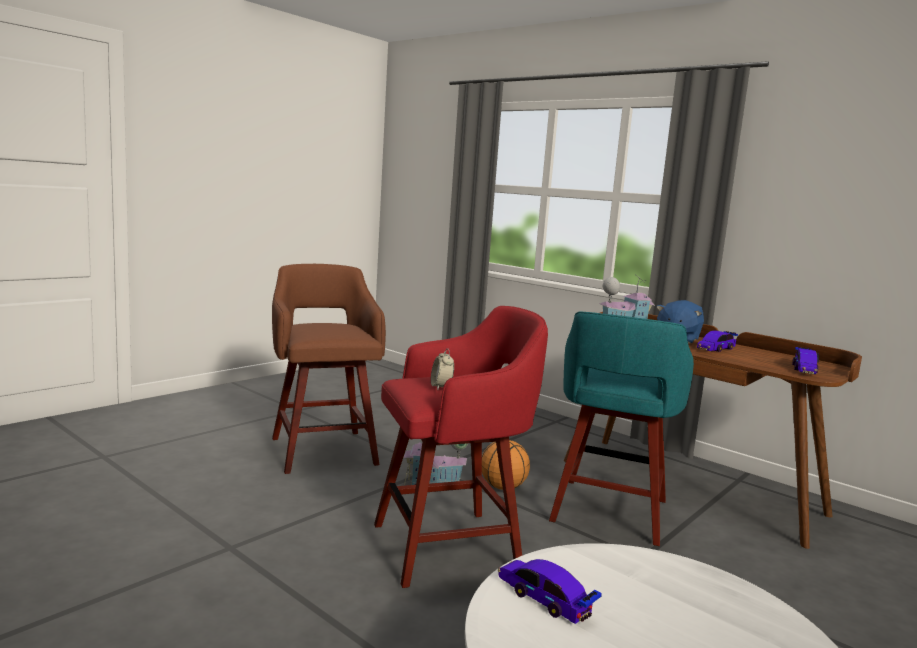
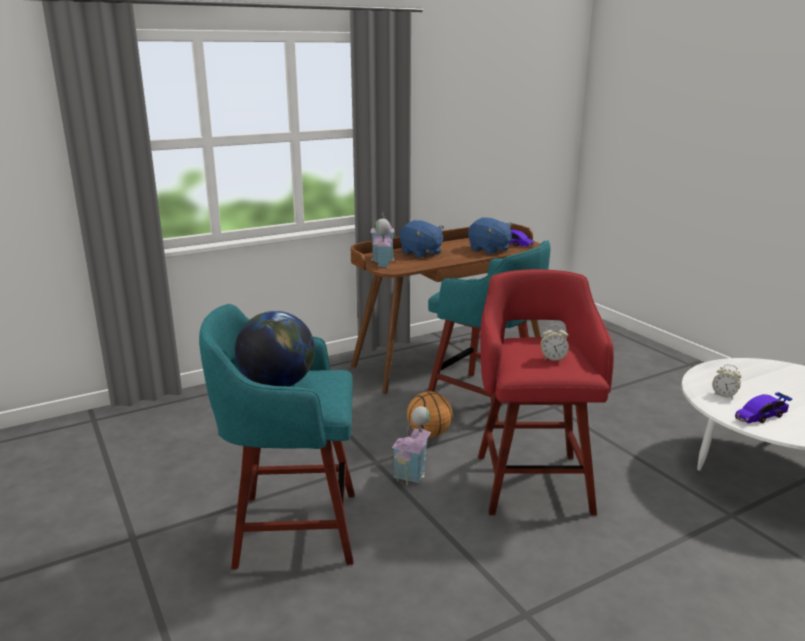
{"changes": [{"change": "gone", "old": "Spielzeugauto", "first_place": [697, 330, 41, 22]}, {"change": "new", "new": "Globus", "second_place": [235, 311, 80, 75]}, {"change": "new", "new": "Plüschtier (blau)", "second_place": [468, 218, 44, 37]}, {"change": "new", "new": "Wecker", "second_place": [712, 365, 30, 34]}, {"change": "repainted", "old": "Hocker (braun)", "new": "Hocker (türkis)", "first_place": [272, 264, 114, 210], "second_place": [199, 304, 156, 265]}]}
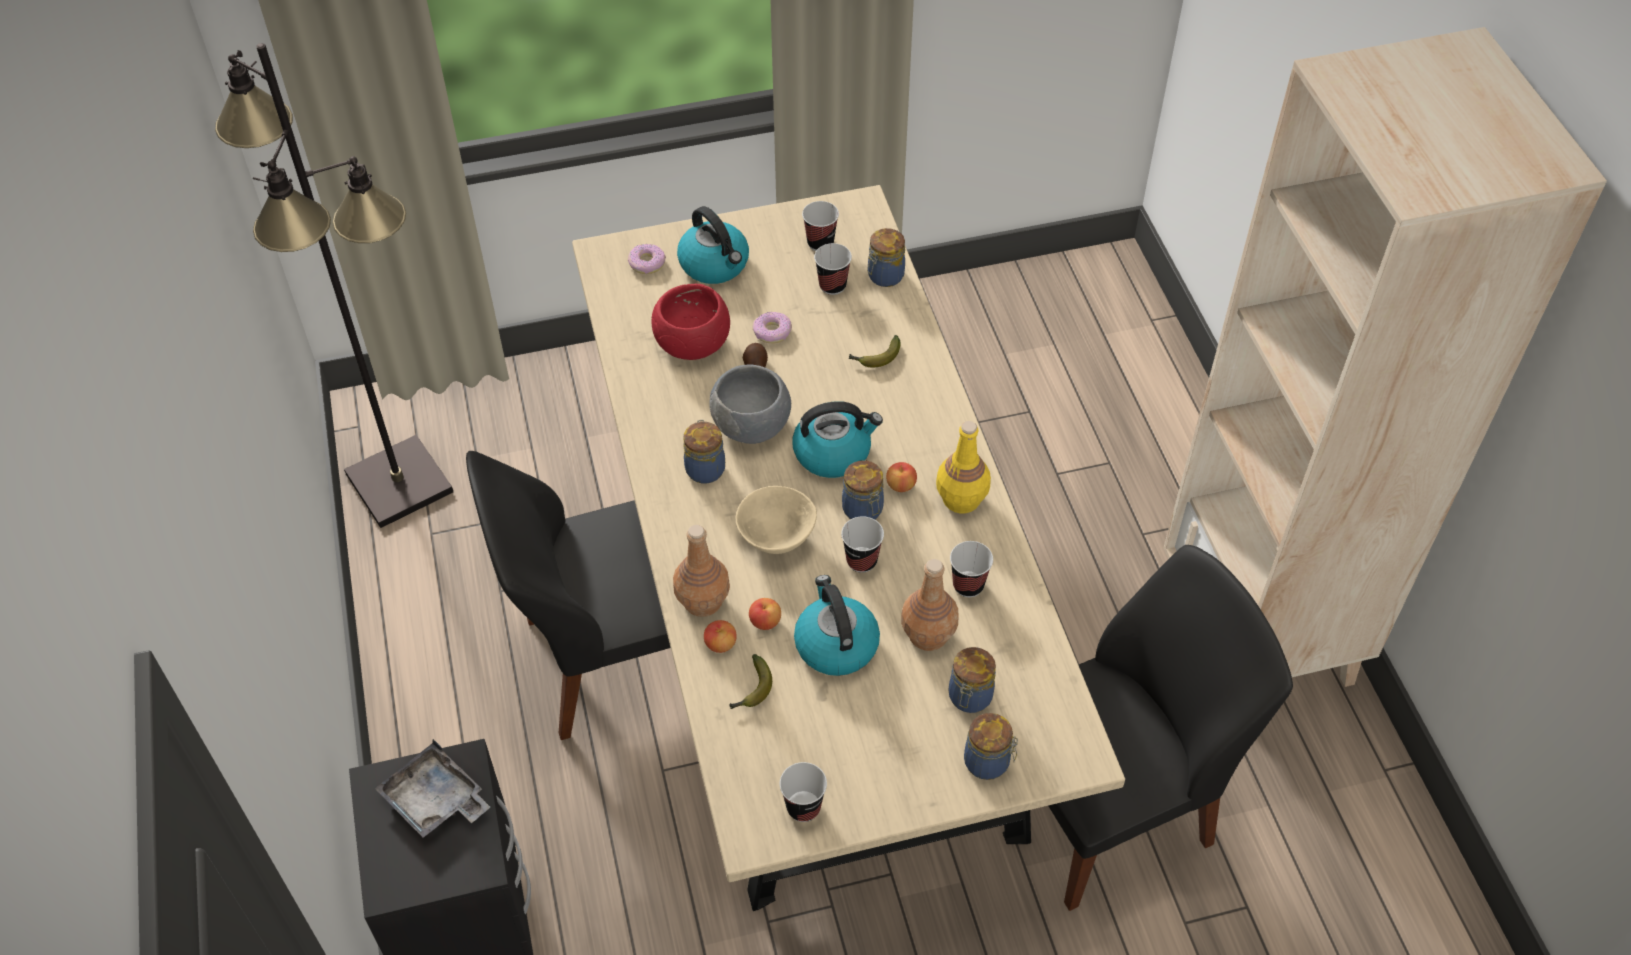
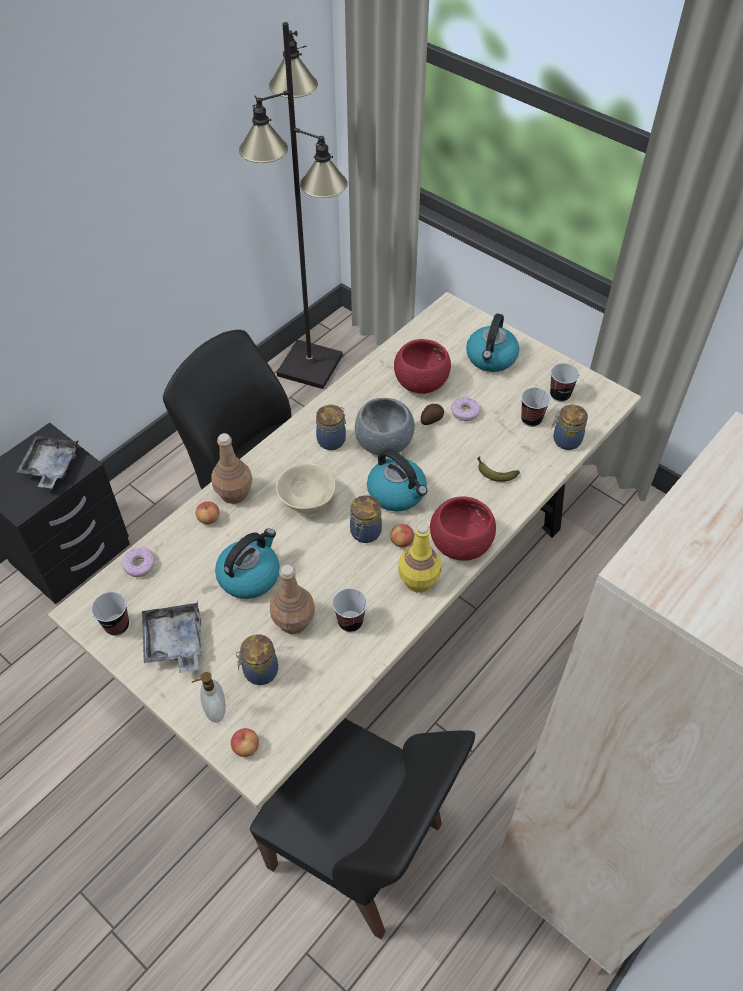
{"changes": [{"change": "gone", "old": "Banane", "first_place": [729, 654, 43, 55]}, {"change": "gone", "old": "Tasse", "first_place": [841, 516, 43, 57]}, {"change": "new", "new": "Tablett (grau)", "second_place": [142, 601, 61, 72]}, {"change": "new", "new": "Schüssel (rot)", "second_place": [430, 497, 66, 64]}, {"change": "shifted", "old": "Donut", "first_place": [628, 244, 38, 30], "second_place": [122, 547, 33, 30]}, {"change": "shifted", "old": "Apfel", "first_place": [749, 598, 32, 32], "second_place": [231, 728, 28, 29]}, {"change": "swapped", "old": "Vorratsglas", "new": "Seifenspender", "first_place": [964, 713, 54, 67], "second_place": [192, 672, 34, 51]}]}
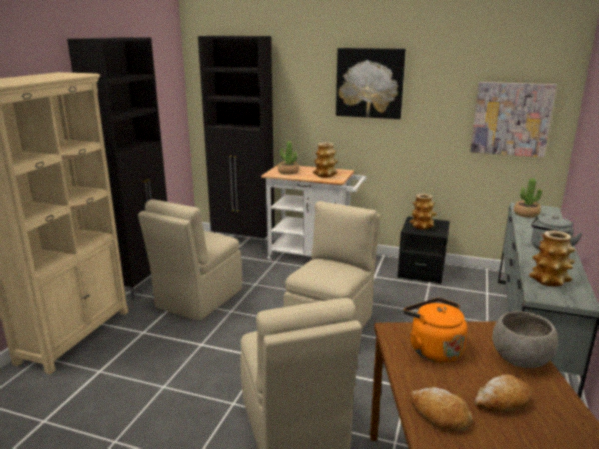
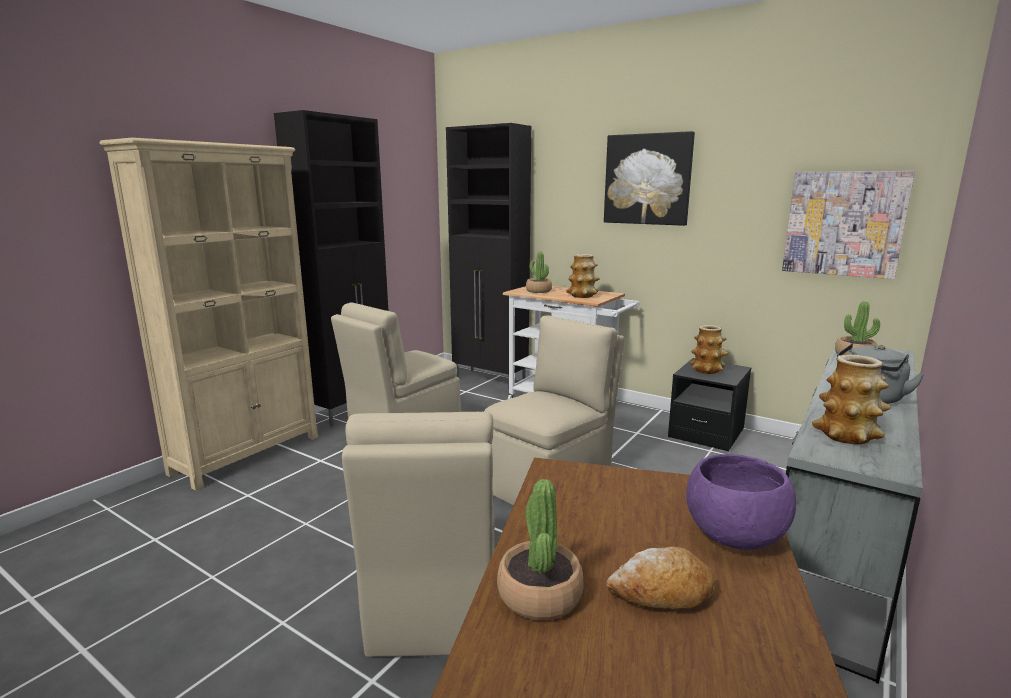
{"changes": [{"change": "gone", "old": "Wasserkessel (orange)", "first_place": [404, 298, 63, 65]}, {"change": "swapped", "old": "Brot", "new": "Topfpflanze", "first_place": [411, 387, 61, 44], "second_place": [497, 479, 86, 141]}, {"change": "repainted", "old": "Schüssel (grau)", "new": "Schüssel (lila)", "first_place": [492, 311, 66, 57], "second_place": [686, 454, 110, 96]}]}
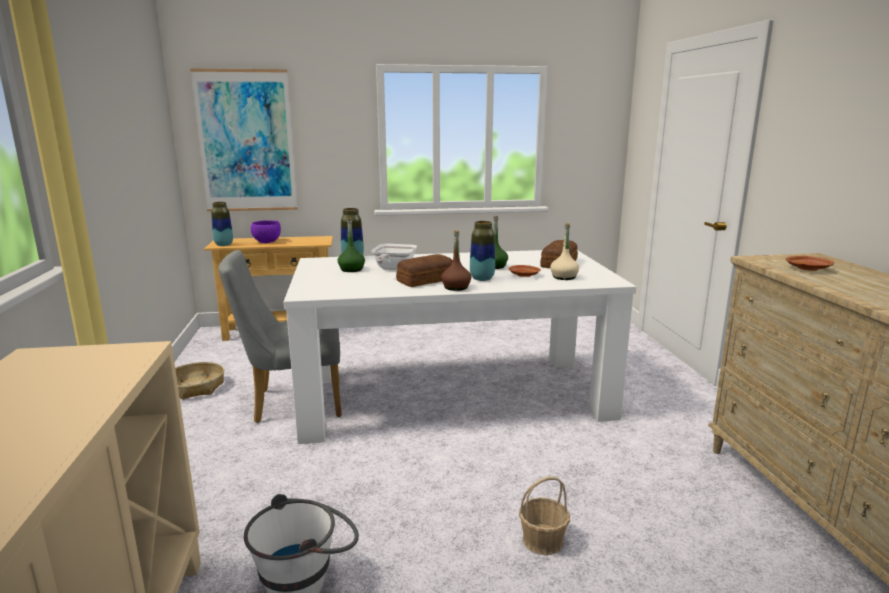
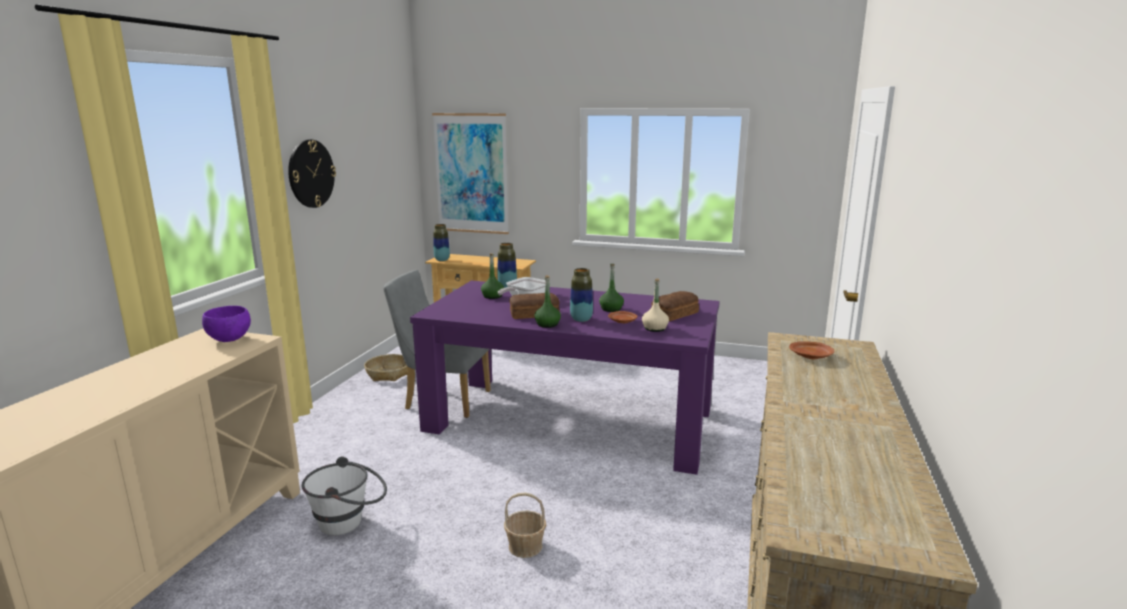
{"changes": [{"change": "new", "new": "Wanduhr", "second_place": [288, 139, 48, 69]}, {"change": "shifted", "old": "Schüssel (lila)", "first_place": [251, 220, 30, 23], "second_place": [202, 306, 49, 36]}, {"change": "repainted", "old": "Esstisch (weiß)", "new": "Esstisch (lila)", "first_place": [284, 250, 352, 194], "second_place": [410, 281, 310, 194]}, {"change": "repainted", "old": "Flasche (braun)", "new": "Flasche (grün)", "first_place": [441, 230, 30, 61], "second_place": [534, 275, 27, 53]}]}
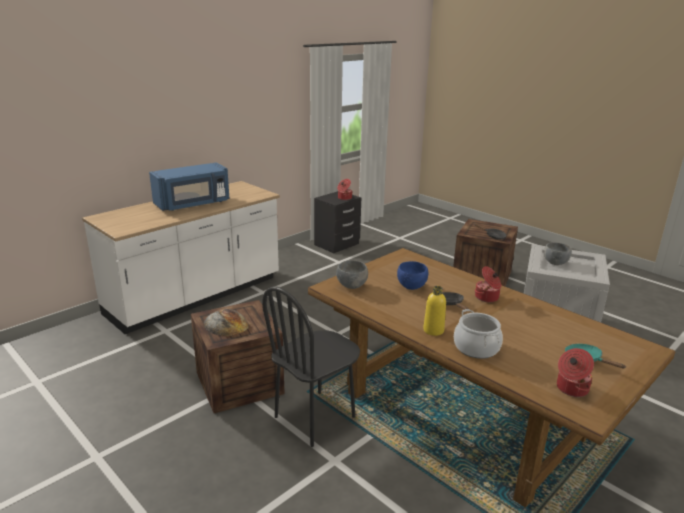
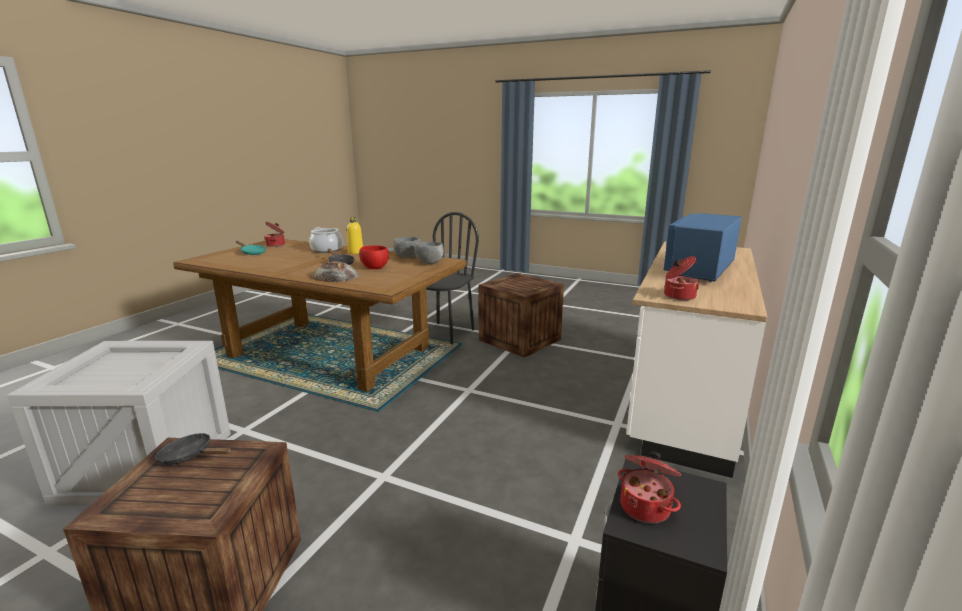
{"changes": [{"change": "shifted", "old": "Brot", "first_place": [204, 309, 45, 27], "second_place": [311, 261, 49, 21]}, {"change": "shifted", "old": "Kochtopf", "first_place": [475, 266, 27, 36], "second_place": [664, 256, 35, 44]}, {"change": "shifted", "old": "Schüssel (grau)", "first_place": [544, 242, 28, 23], "second_place": [393, 237, 27, 21]}, {"change": "repainted", "old": "Schüssel (blau)", "new": "Schüssel (rot)", "first_place": [397, 261, 31, 29], "second_place": [359, 245, 30, 24]}]}
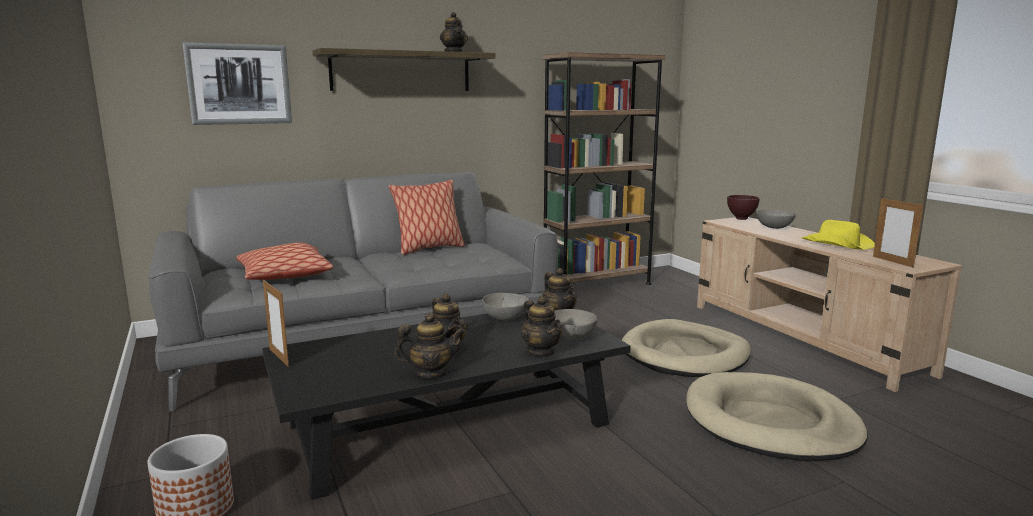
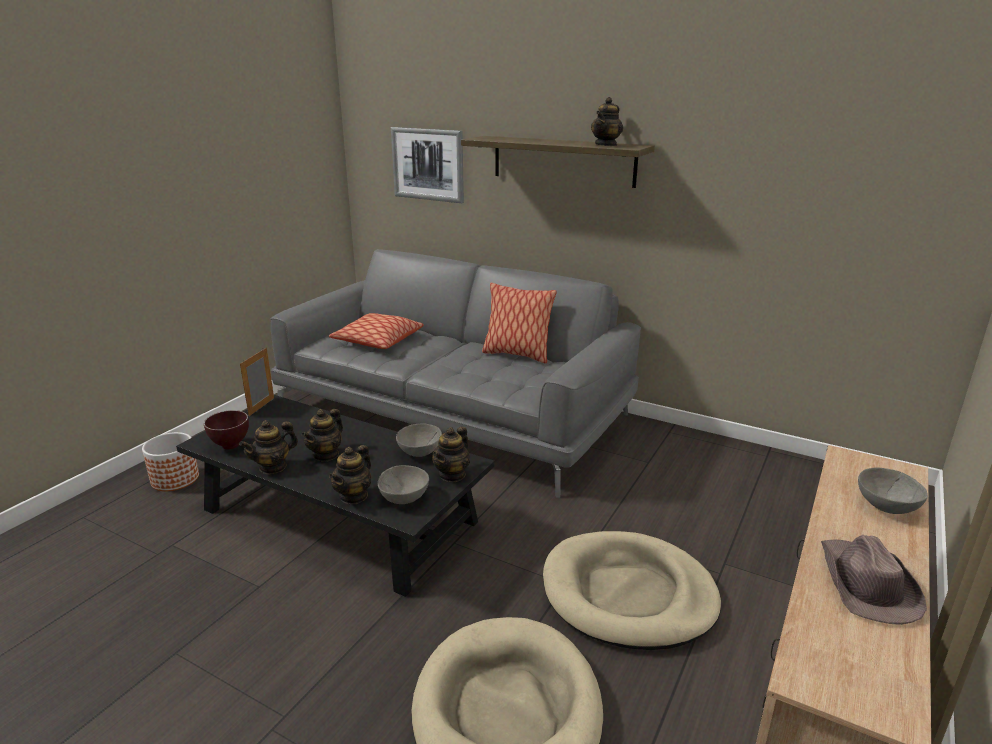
{"changes": [{"change": "gone", "old": "Bücherregal (braun)", "first_place": [542, 52, 123, 233]}, {"change": "gone", "old": "Bilderrahmen", "first_place": [873, 198, 50, 70]}, {"change": "shifted", "old": "Schüssel (braun)", "first_place": [727, 195, 33, 25], "second_place": [204, 410, 45, 40]}, {"change": "repainted", "old": "Hut (gelb)", "new": "Hut (braun)", "first_place": [801, 220, 74, 30], "second_place": [821, 535, 106, 90]}, {"change": "rotated", "old": "Teekanne", "first_place": [394, 313, 71, 65], "second_place": [239, 420, 59, 55], "degrees": 90}]}
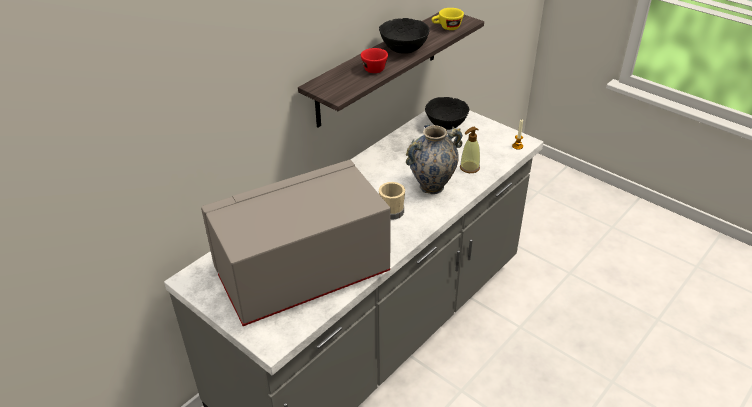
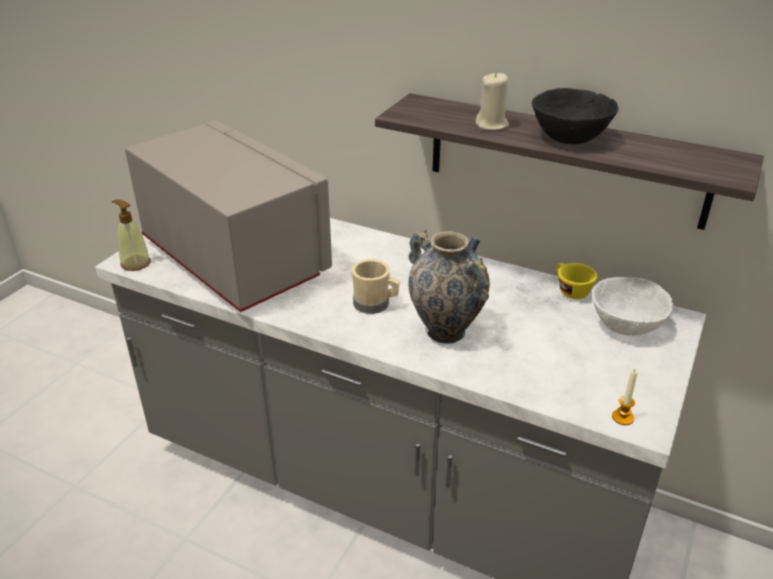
{"changes": [{"change": "shifted", "old": "Tasse (gelb)", "first_place": [432, 8, 32, 22], "second_place": [556, 263, 41, 36]}, {"change": "shifted", "old": "Seifenspender", "first_place": [460, 127, 20, 46], "second_place": [112, 199, 39, 72]}, {"change": "swapped", "old": "Tasse (rot)", "new": "Kerze (beige)", "first_place": [361, 48, 27, 25], "second_place": [475, 72, 34, 58]}, {"change": "repainted", "old": "Schüssel (schwarz)", "new": "Schüssel (weiß)", "first_place": [425, 97, 45, 33], "second_place": [592, 277, 81, 59]}]}
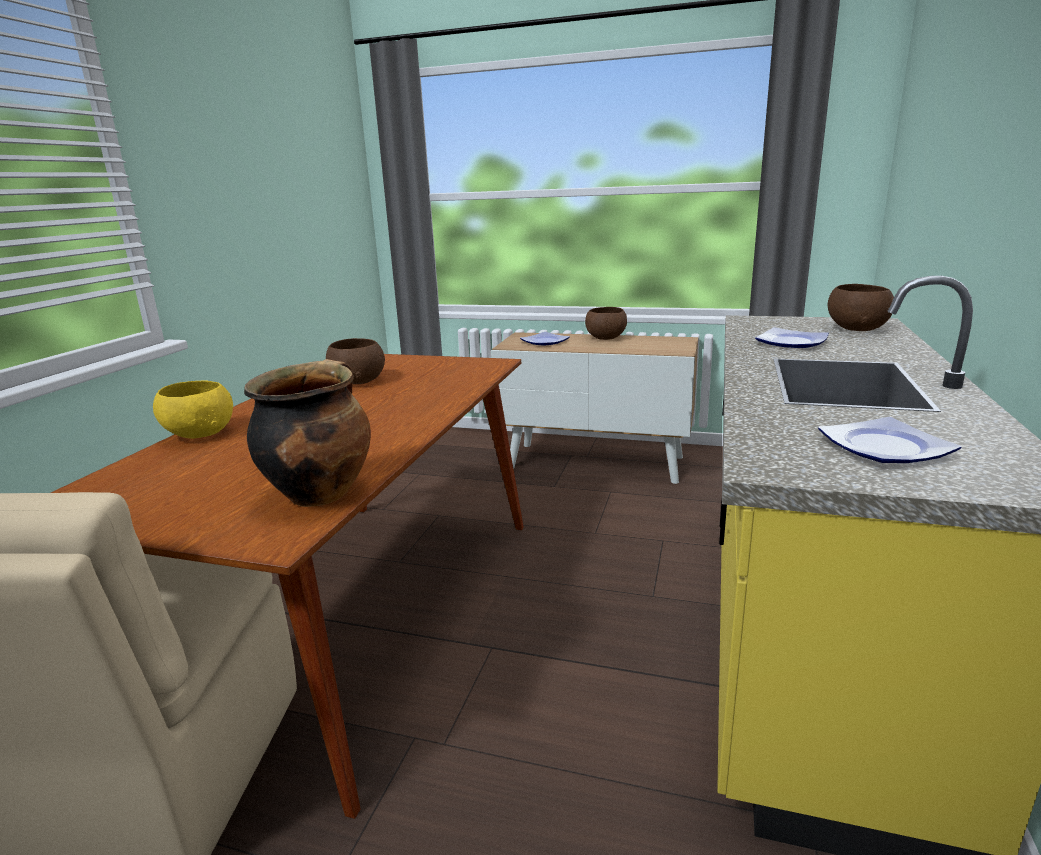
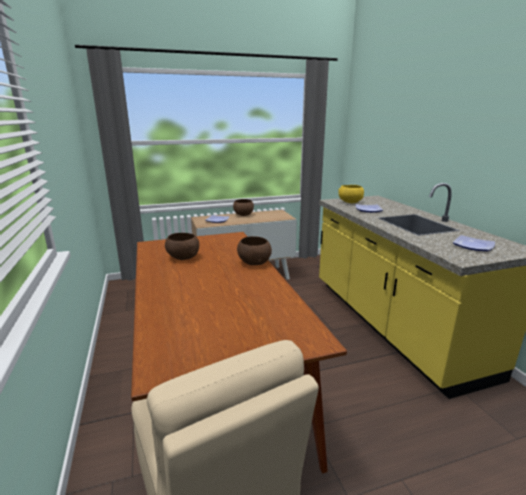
{"changes": [{"change": "gone", "old": "Kochtopf", "first_place": [244, 359, 127, 148]}, {"change": "shifted", "old": "Schüssel (gelb)", "first_place": [153, 381, 80, 58], "second_place": [338, 185, 26, 18]}, {"change": "shifted", "old": "Schüssel (braun)", "first_place": [828, 284, 66, 47], "second_place": [237, 236, 35, 29]}]}
